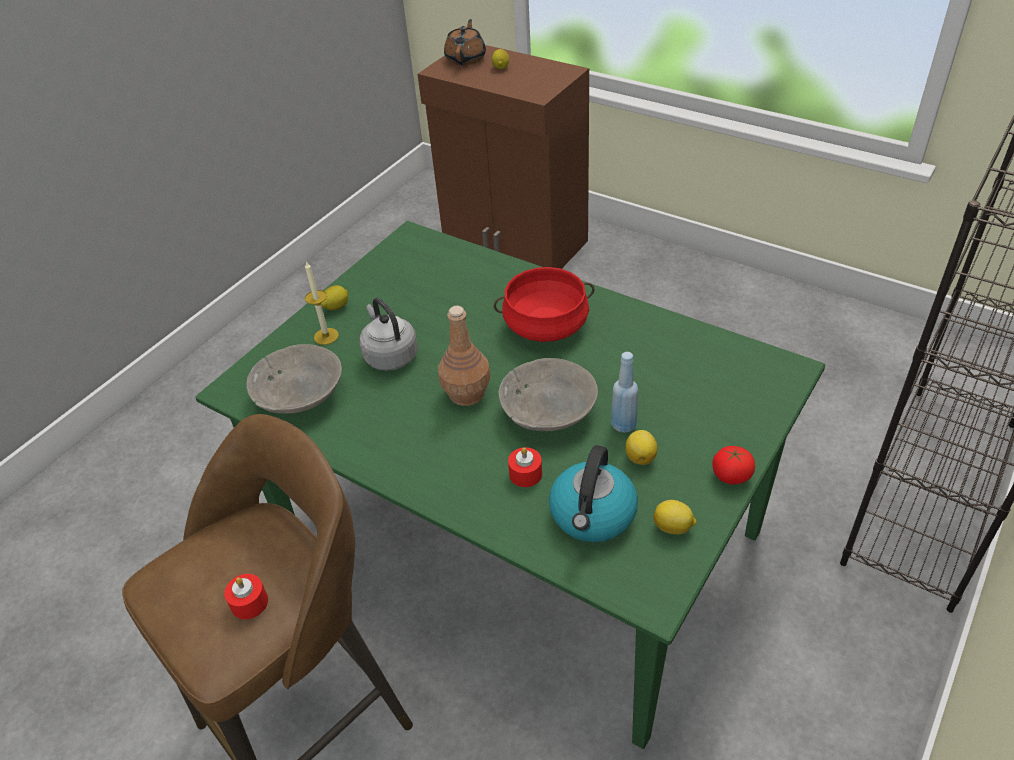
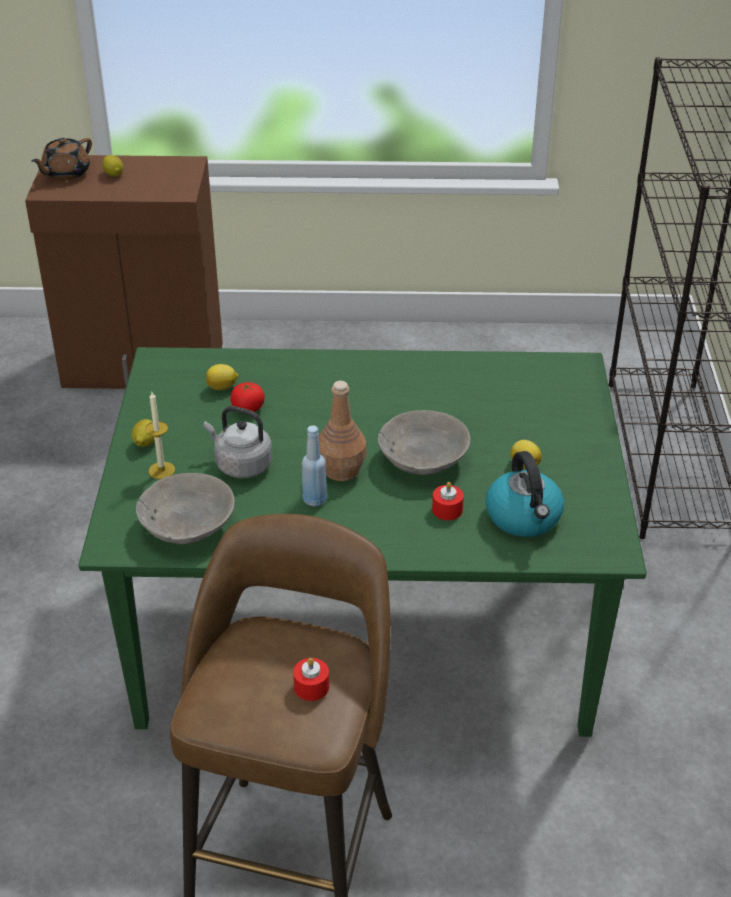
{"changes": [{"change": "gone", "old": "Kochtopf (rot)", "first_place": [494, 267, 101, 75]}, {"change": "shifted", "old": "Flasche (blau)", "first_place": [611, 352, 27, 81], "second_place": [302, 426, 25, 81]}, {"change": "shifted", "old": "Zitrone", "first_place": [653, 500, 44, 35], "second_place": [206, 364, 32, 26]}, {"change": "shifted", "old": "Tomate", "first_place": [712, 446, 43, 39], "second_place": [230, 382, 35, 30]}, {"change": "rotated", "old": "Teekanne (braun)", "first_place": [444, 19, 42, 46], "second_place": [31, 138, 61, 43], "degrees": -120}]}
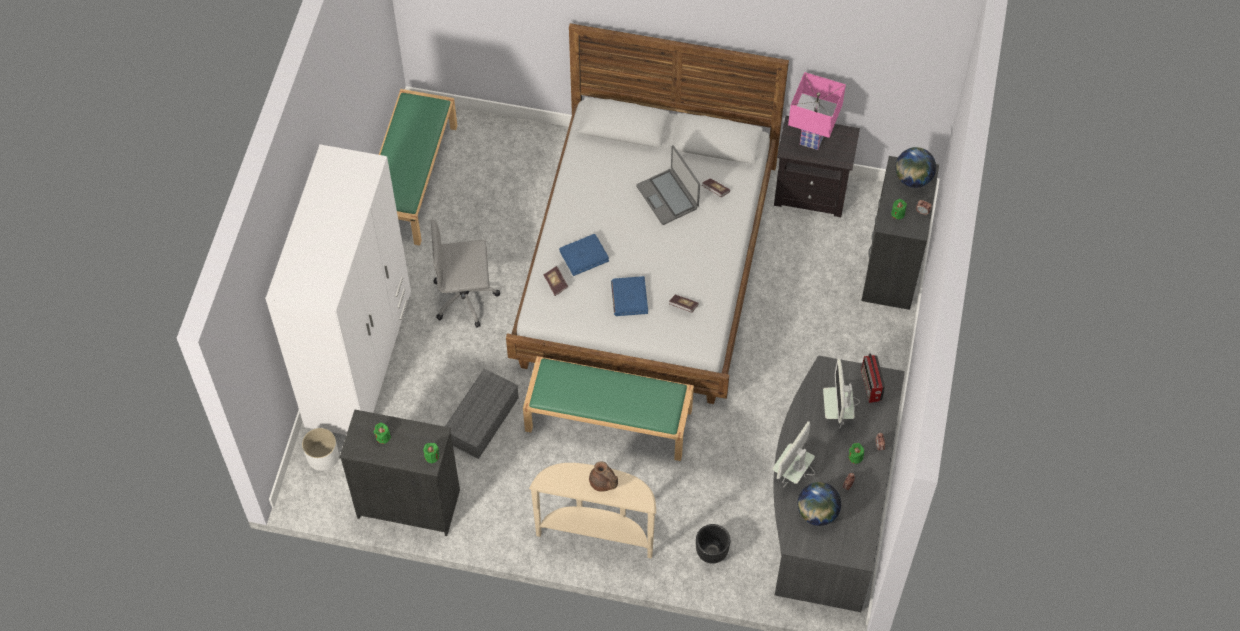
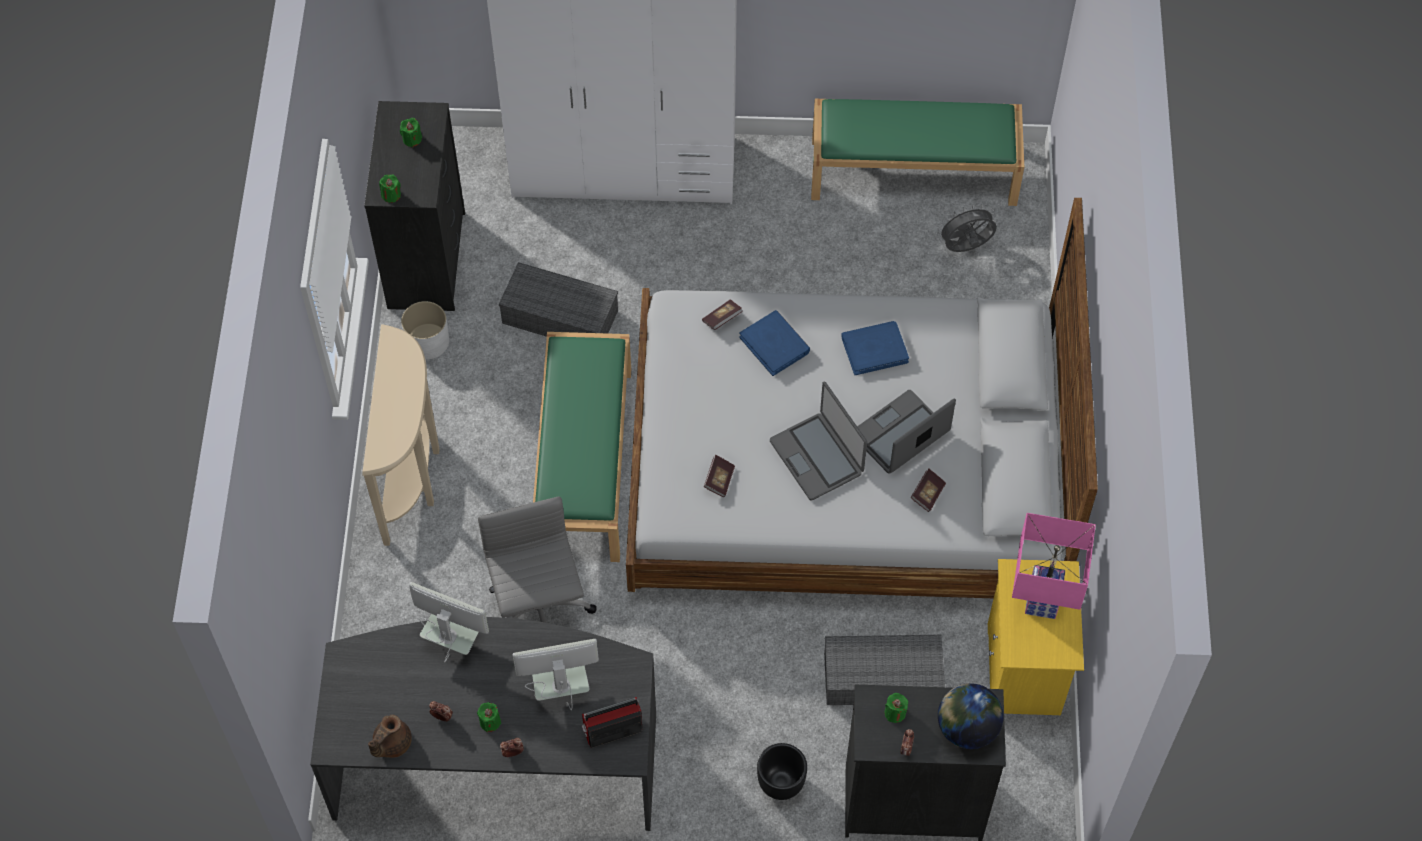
{"changes": [{"change": "gone", "old": "Globus", "first_place": [798, 482, 43, 44]}, {"change": "new", "new": "Laptop", "second_place": [770, 382, 97, 119]}, {"change": "new", "new": "Aufbewahrungsbox (grau)", "second_place": [824, 635, 121, 70]}, {"change": "new", "new": "Ventilator (grau)", "second_place": [937, 205, 60, 47]}, {"change": "shifted", "old": "Pflanzkübel (weiß)", "first_place": [302, 428, 37, 43], "second_place": [401, 301, 48, 59]}, {"change": "shifted", "old": "Bürostuhl (grau)", "first_place": [430, 220, 70, 108], "second_place": [478, 496, 119, 127]}, {"change": "shifted", "old": "Teekanne (braun)", "first_place": [589, 461, 29, 31], "second_place": [368, 715, 44, 43]}, {"change": "shifted", "old": "Buch (blau)", "first_place": [611, 276, 37, 40], "second_place": [841, 321, 68, 54]}, {"change": "shifted", "old": "Pflanzkübel (schwarz)", "first_place": [696, 524, 34, 40], "second_place": [757, 743, 50, 57]}, {"change": "repainted", "old": "Nachttisch (schwarz)", "new": "Nachttisch (gelb)", "first_place": [774, 116, 86, 101], "second_place": [988, 559, 96, 156]}]}
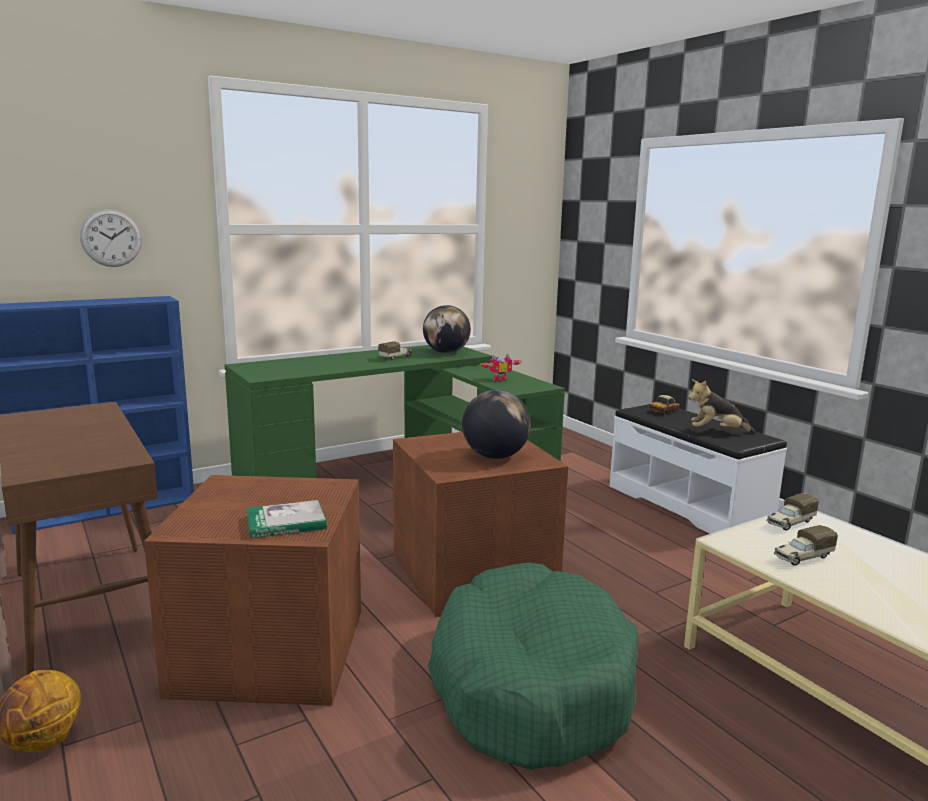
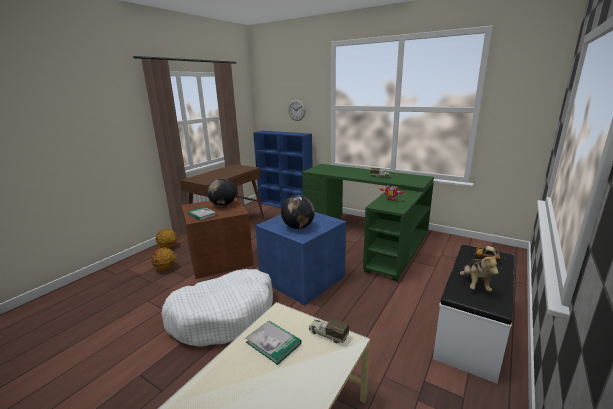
{"changes": [{"change": "new", "new": "Basketball", "second_place": [151, 248, 25, 23]}, {"change": "shifted", "old": "Globus", "first_place": [423, 305, 48, 48], "second_place": [207, 178, 29, 28]}, {"change": "swapped", "old": "Spielzeuglaster", "new": "Buch", "first_place": [774, 525, 64, 41], "second_place": [246, 321, 56, 44]}, {"change": "repainted", "old": "Aufbewahrungsbox (braun)", "new": "Aufbewahrungsbox (blau)", "first_place": [393, 432, 175, 185], "second_place": [255, 212, 91, 93]}, {"change": "repainted", "old": "Hundebett (grün)", "new": "Hundebett (weiß)", "first_place": [428, 563, 210, 207], "second_place": [161, 269, 112, 77]}, {"change": "rotated", "old": "Plüschtier", "first_place": [688, 379, 67, 54], "second_place": [460, 254, 39, 38], "degrees": -150}]}
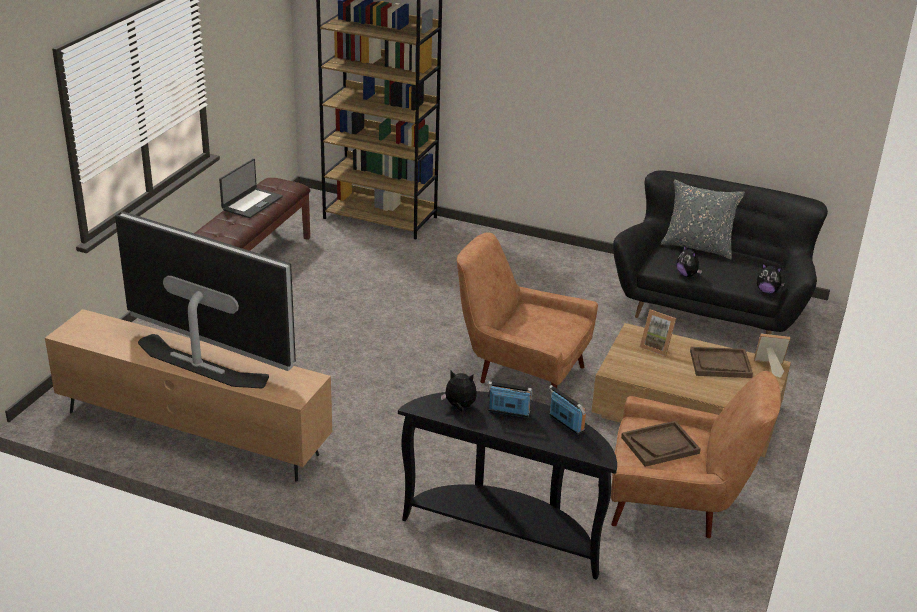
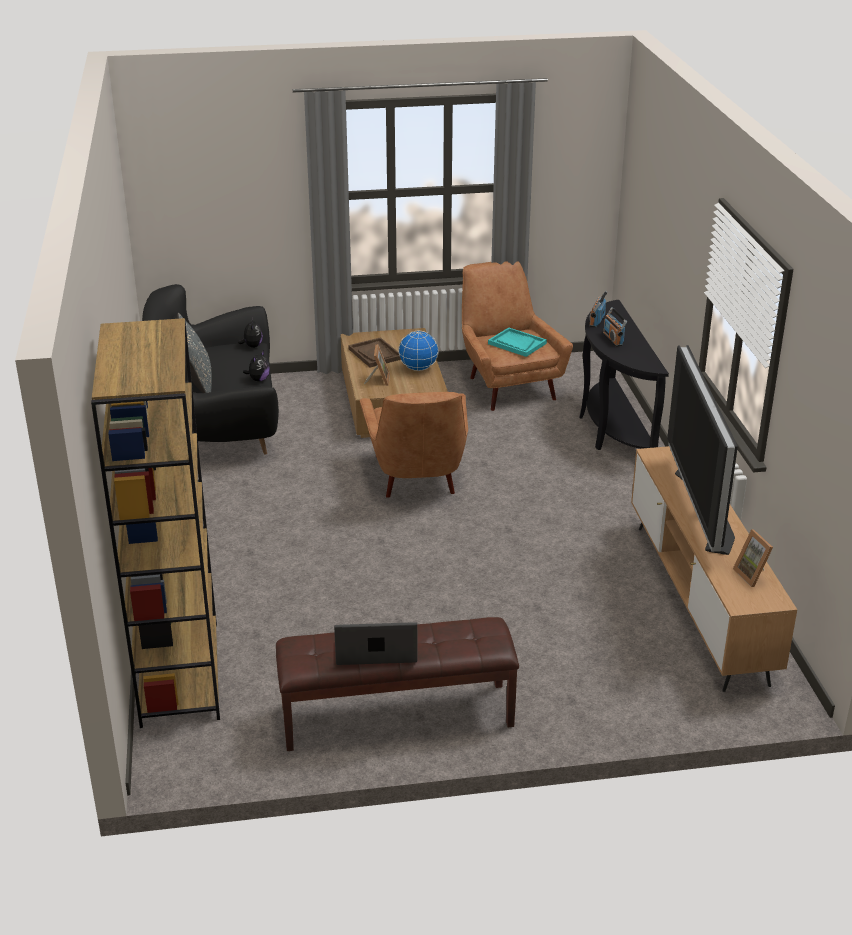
{"changes": [{"change": "gone", "old": "Plüschtier", "first_place": [441, 371, 36, 41]}, {"change": "new", "new": "Globus", "second_place": [398, 331, 41, 40]}, {"change": "shifted", "old": "Bilderrahmen", "first_place": [754, 334, 36, 44], "second_place": [733, 529, 40, 58]}, {"change": "repainted", "old": "Tablett (braun)", "new": "Tablett (türkis)", "first_place": [621, 421, 80, 46], "second_place": [488, 328, 59, 29]}]}
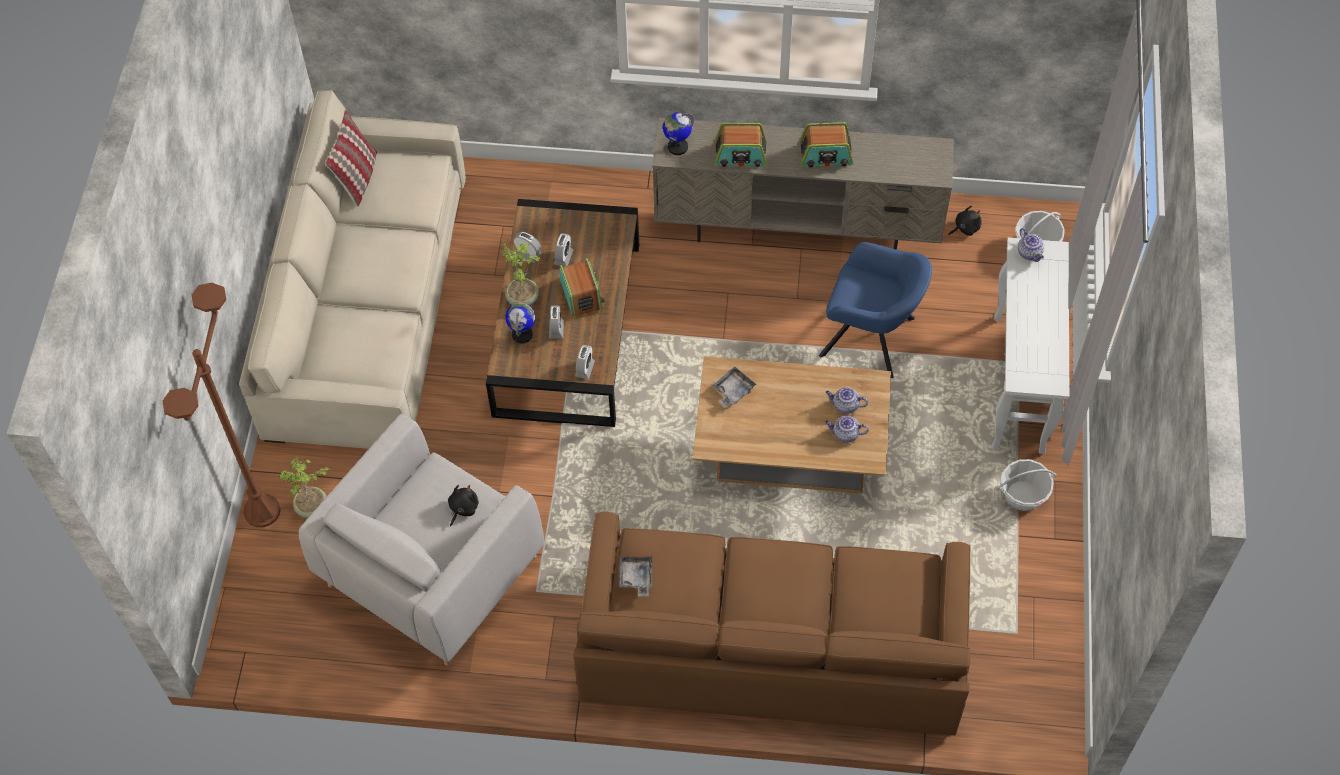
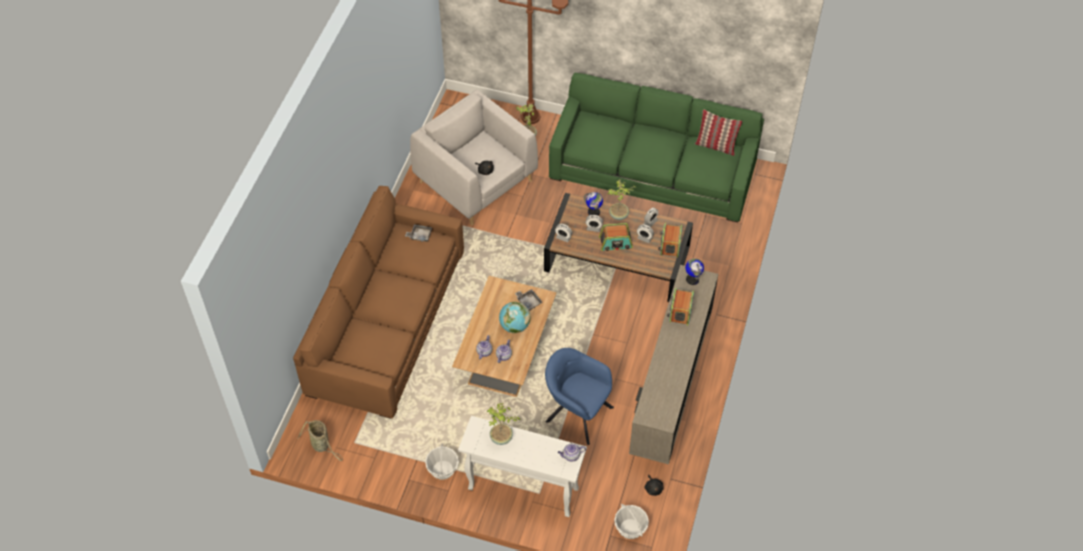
{"changes": [{"change": "new", "new": "Korb", "second_place": [298, 420, 45, 41]}, {"change": "new", "new": "Topfpflanze", "second_place": [487, 403, 33, 42]}, {"change": "new", "new": "Globus", "second_place": [499, 302, 32, 31]}, {"change": "shifted", "old": "Radio", "first_place": [798, 122, 55, 46], "second_place": [658, 223, 24, 35]}, {"change": "repainted", "old": "Sofa (beige)", "new": "Sofa (grün)", "first_place": [239, 90, 227, 359], "second_place": [549, 73, 215, 149]}, {"change": "rotated", "old": "Sessel (blau)", "first_place": [819, 242, 113, 136], "second_place": [545, 348, 69, 97], "degrees": 90}]}
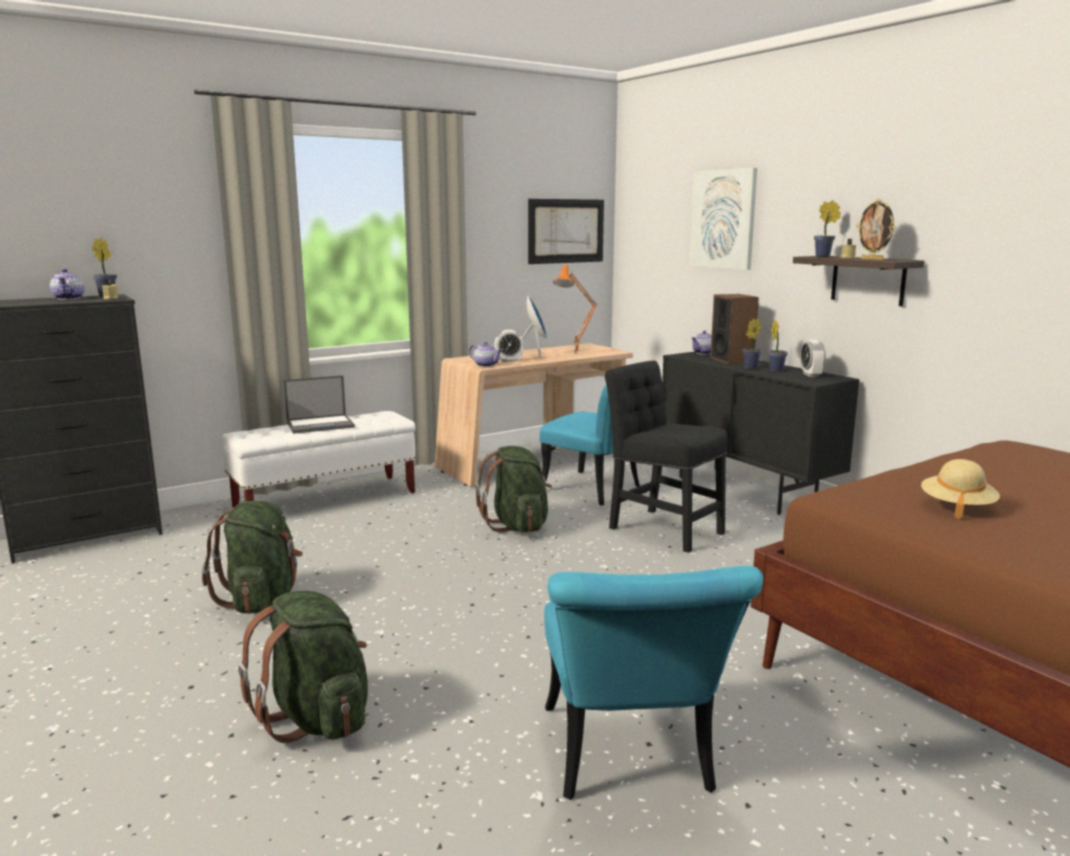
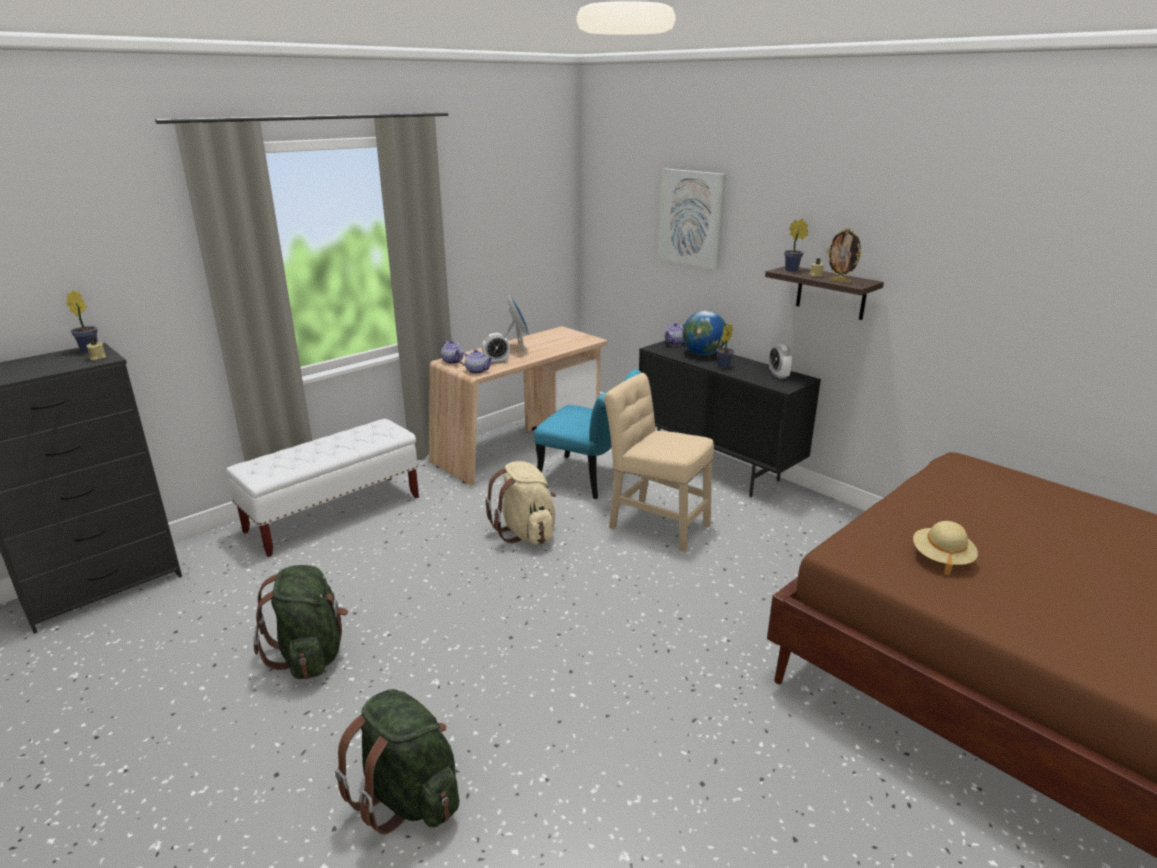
{"changes": [{"change": "gone", "old": "Laptop", "first_place": [283, 375, 72, 59]}, {"change": "gone", "old": "Bild", "first_place": [528, 199, 76, 65]}, {"change": "gone", "old": "Stuhl (türkis)", "first_place": [544, 566, 219, 234]}, {"change": "gone", "old": "Tischlampe (orange)", "first_place": [553, 265, 45, 89]}, {"change": "gone", "old": "Topfpflanze", "first_place": [768, 318, 20, 54]}, {"change": "shifted", "old": "Teekanne", "first_place": [50, 269, 35, 31], "second_place": [441, 340, 23, 24]}, {"change": "swapped", "old": "Lautsprecher", "new": "Globus", "first_place": [710, 294, 49, 70], "second_place": [683, 311, 43, 45]}, {"change": "repainted", "old": "Rucksack (grün)", "new": "Rucksack (beige)", "first_place": [475, 446, 77, 86], "second_place": [485, 461, 71, 83]}, {"change": "repainted", "old": "Stuhl (schwarz)", "new": "Stuhl (beige)", "first_place": [605, 360, 123, 193], "second_place": [604, 373, 110, 179]}]}
